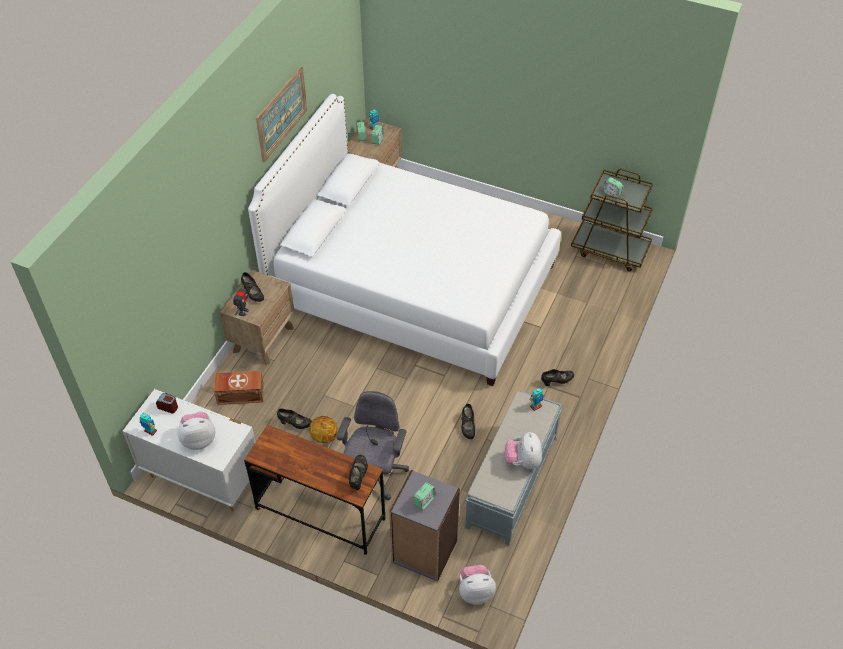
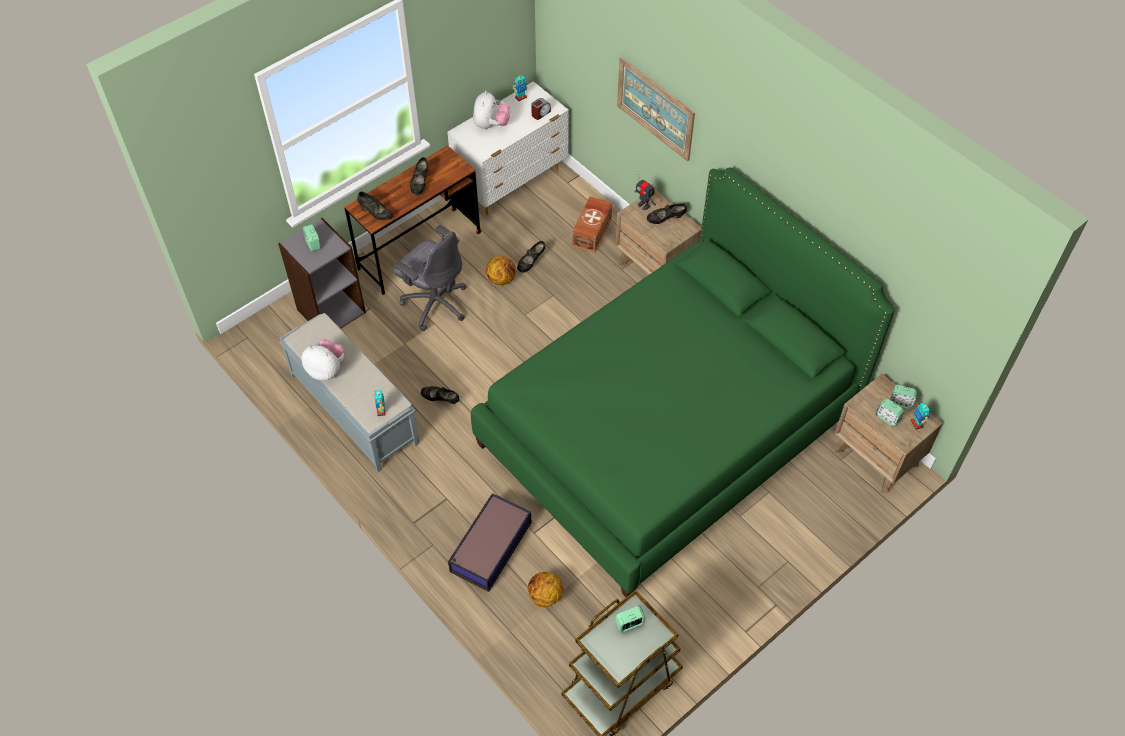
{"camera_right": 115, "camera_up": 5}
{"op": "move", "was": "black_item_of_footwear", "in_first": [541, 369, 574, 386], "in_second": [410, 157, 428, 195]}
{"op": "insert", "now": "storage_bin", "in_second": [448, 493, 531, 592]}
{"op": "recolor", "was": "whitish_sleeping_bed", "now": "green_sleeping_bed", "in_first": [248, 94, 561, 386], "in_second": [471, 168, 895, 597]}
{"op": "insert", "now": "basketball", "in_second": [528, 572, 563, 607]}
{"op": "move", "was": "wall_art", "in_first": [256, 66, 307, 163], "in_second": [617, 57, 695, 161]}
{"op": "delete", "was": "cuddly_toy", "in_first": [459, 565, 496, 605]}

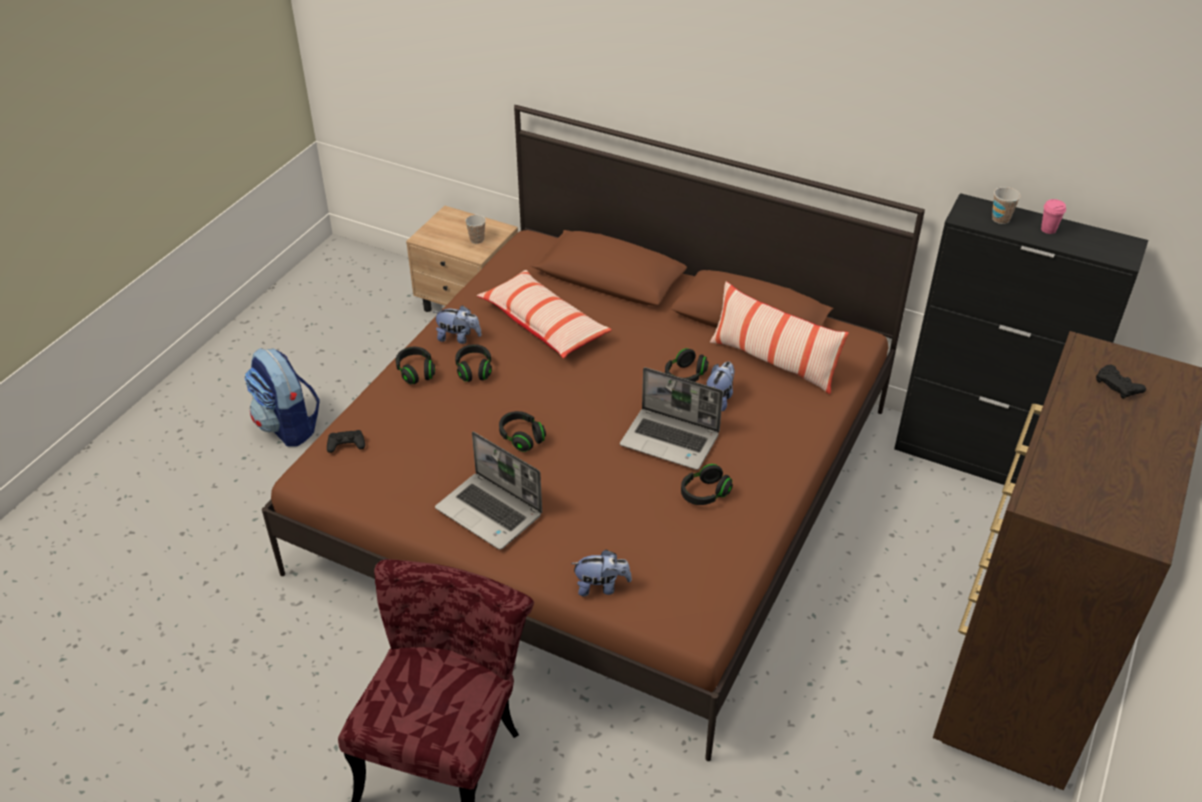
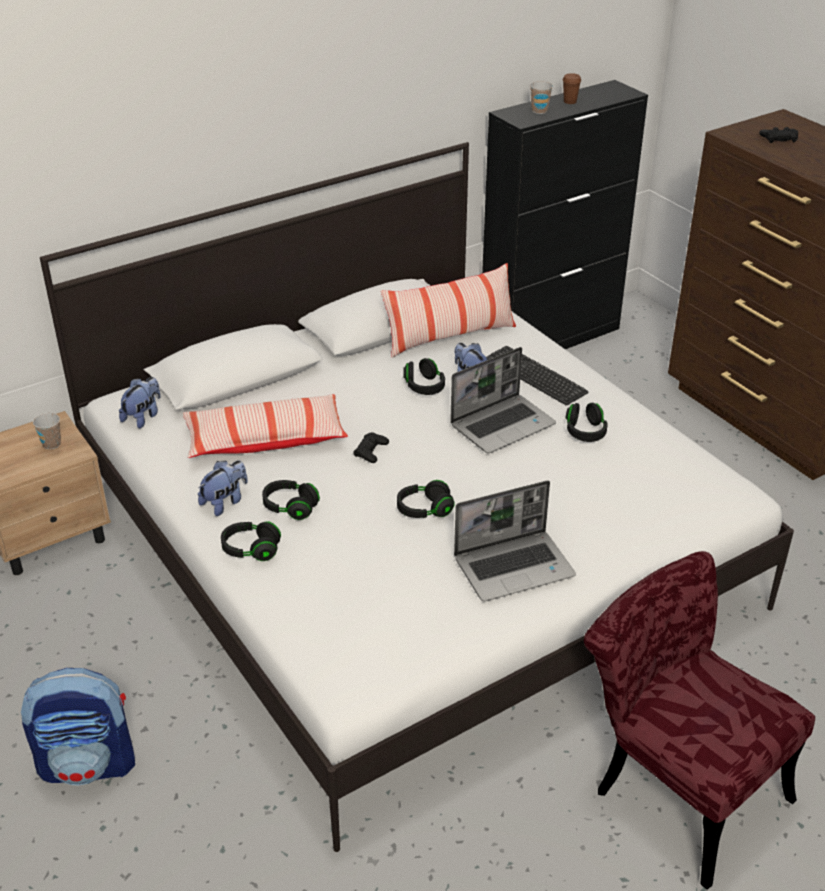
{"camera_right": -60, "camera_up": -5}
{"op": "recolor", "was": "brown-coloured_sleeping_bed", "now": "whitish_sleeping_bed", "in_first": [262, 105, 925, 761], "in_second": [40, 142, 794, 852]}
{"op": "move", "was": "cuddly_toy", "in_first": [571, 549, 632, 596], "in_second": [119, 377, 160, 429]}
{"op": "move", "was": "black_game_controller", "in_first": [327, 430, 365, 453], "in_second": [353, 432, 389, 463]}
{"op": "insert", "now": "PC_keyboard", "in_second": [486, 346, 588, 405]}
{"op": "recolor", "was": "pink-coloured_drinking_cup", "now": "brown-coloured_drinking_cup", "in_first": [1041, 199, 1066, 234], "in_second": [563, 73, 581, 104]}

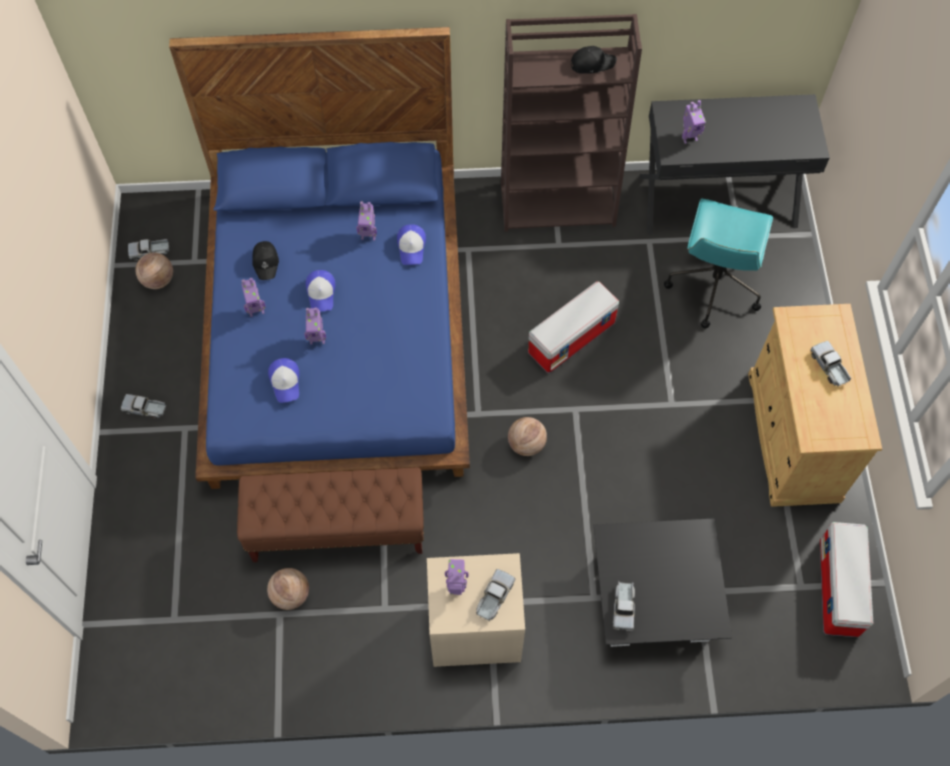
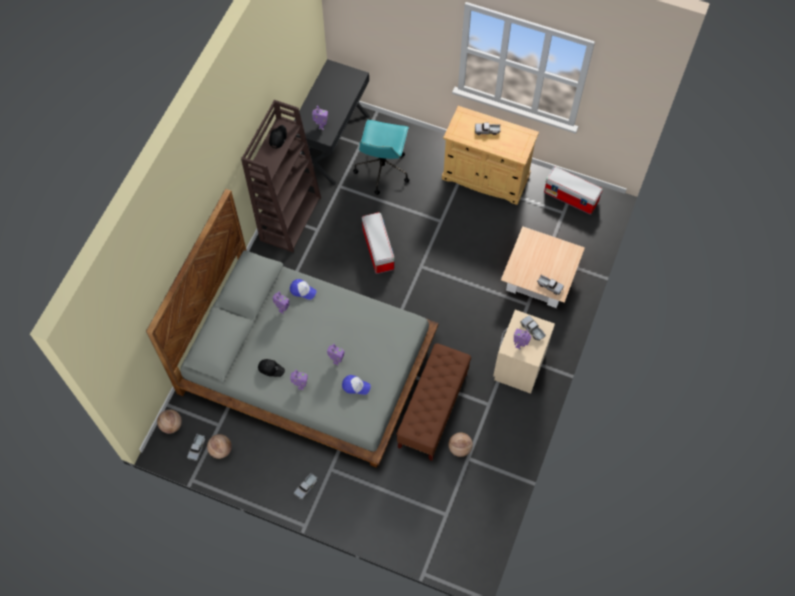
{"camera_right": -65, "camera_up": 0}
{"op": "recolor", "was": "blue-coloured_sleeping_bed", "now": "gray_sleeping_bed", "in_first": [169, 27, 470, 489], "in_second": [146, 189, 439, 468]}
{"op": "move", "was": "basketball", "in_first": [508, 417, 547, 456], "in_second": [157, 409, 182, 434]}
{"op": "rotate", "was": "blue-green_office_chair", "in_first": [664, 198, 773, 329], "in_second": [353, 120, 410, 195], "clockwise": 60}
{"op": "recolor", "was": "black_low_table", "now": "beige_low_table", "in_first": [593, 518, 732, 647], "in_second": [501, 226, 585, 308]}
{"op": "delete", "was": "peaked_cap", "in_first": [306, 270, 335, 312]}

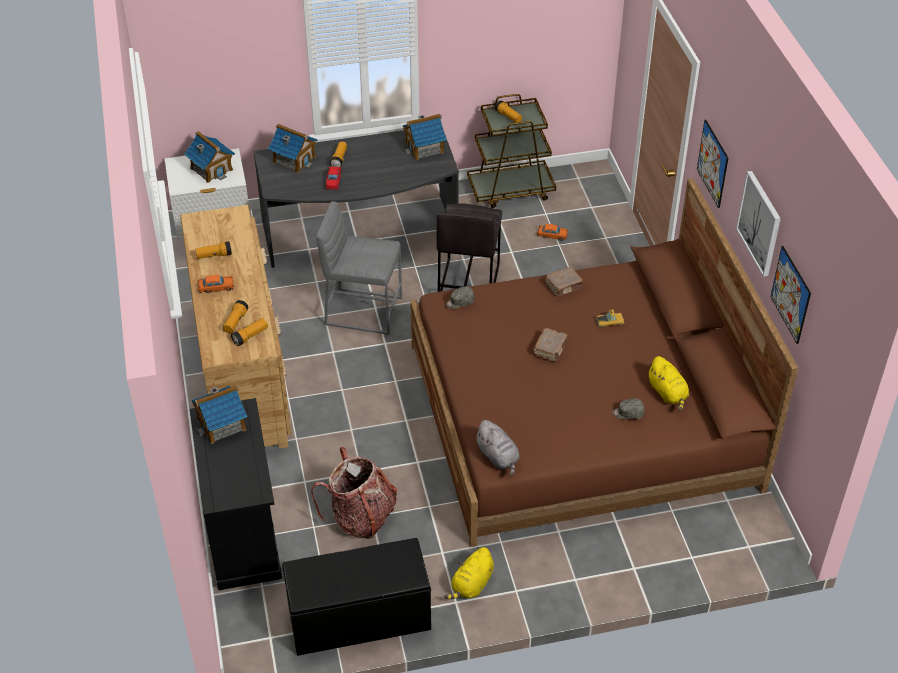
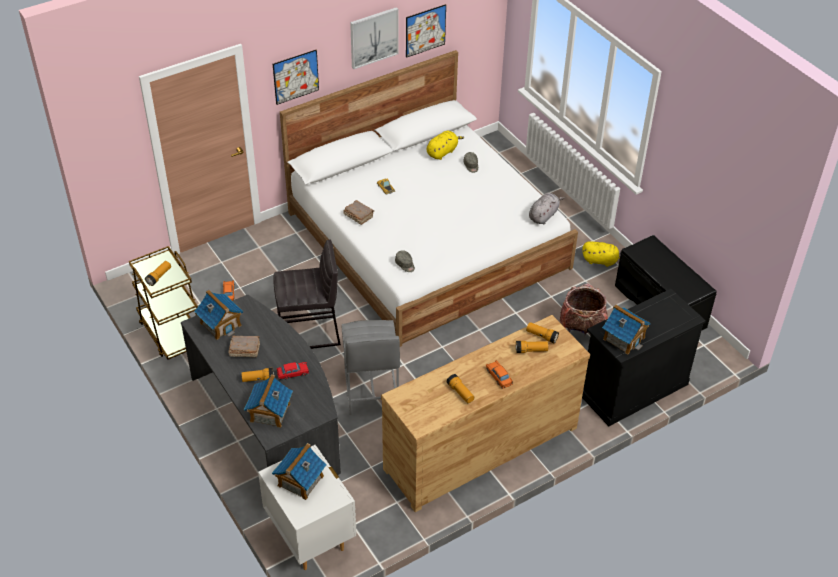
{"camera_right": -110, "camera_up": 0}
{"op": "move", "was": "brown-coloured_volume", "in_first": [534, 328, 568, 361], "in_second": [228, 336, 260, 357]}
{"op": "recolor", "was": "brown-coloured_sleeping_bed", "now": "whitish_sleeping_bed", "in_first": [410, 179, 798, 547], "in_second": [280, 50, 578, 347]}

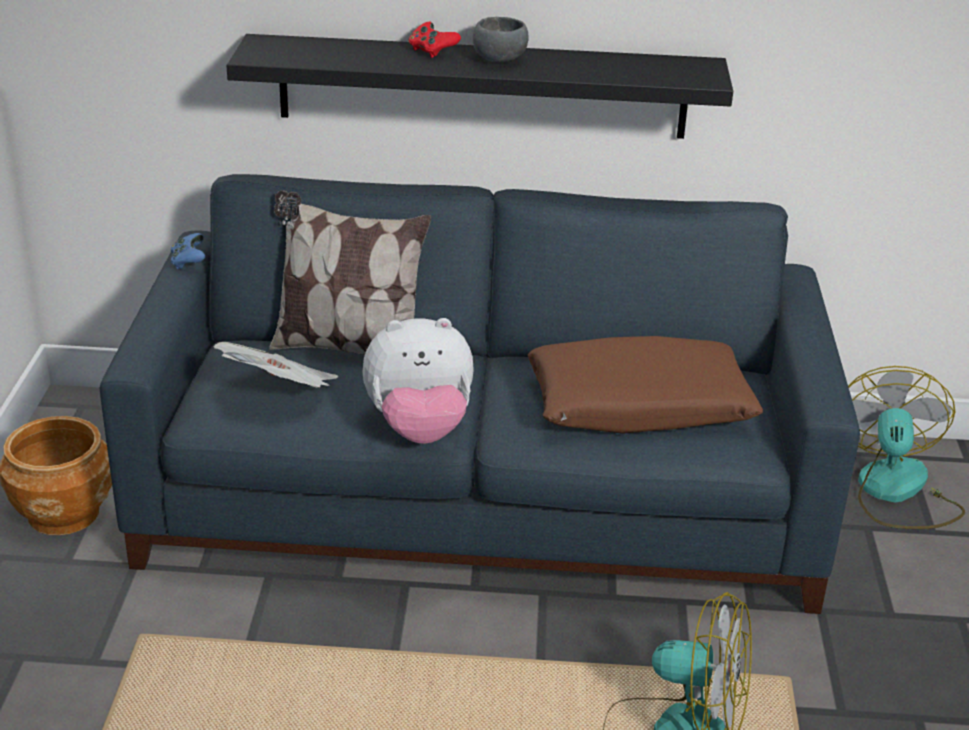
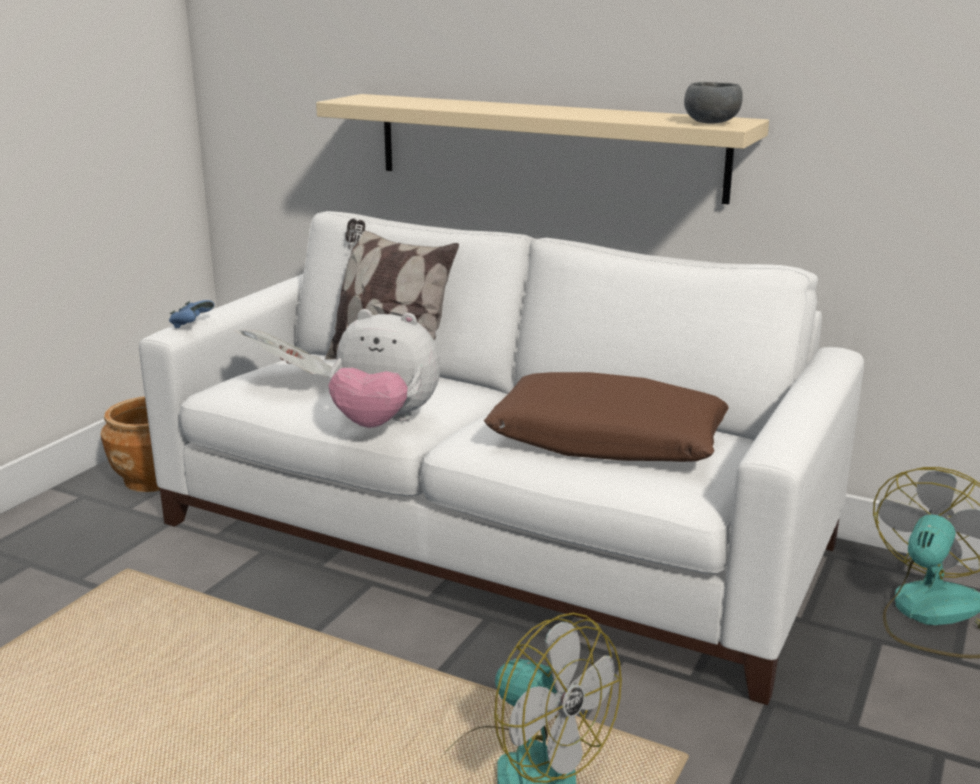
{"camera_right": 25, "camera_up": -10}
{"op": "recolor", "was": "blue-coloured_sofa", "now": "whitish_sofa", "in_first": [100, 174, 860, 614], "in_second": [139, 211, 864, 705]}
{"op": "move", "was": "blue-coloured_game_controller", "in_first": [171, 233, 205, 269], "in_second": [169, 300, 215, 328]}
{"op": "recolor", "was": "black_bracket_shelf", "now": "beige_bracket_shelf", "in_first": [226, 34, 733, 139], "in_second": [316, 94, 769, 204]}
{"op": "move", "was": "gray_serving_bowl", "in_first": [473, 17, 528, 62], "in_second": [684, 82, 743, 123]}
{"op": "delete", "was": "red_game_controller", "in_first": [409, 22, 461, 58]}

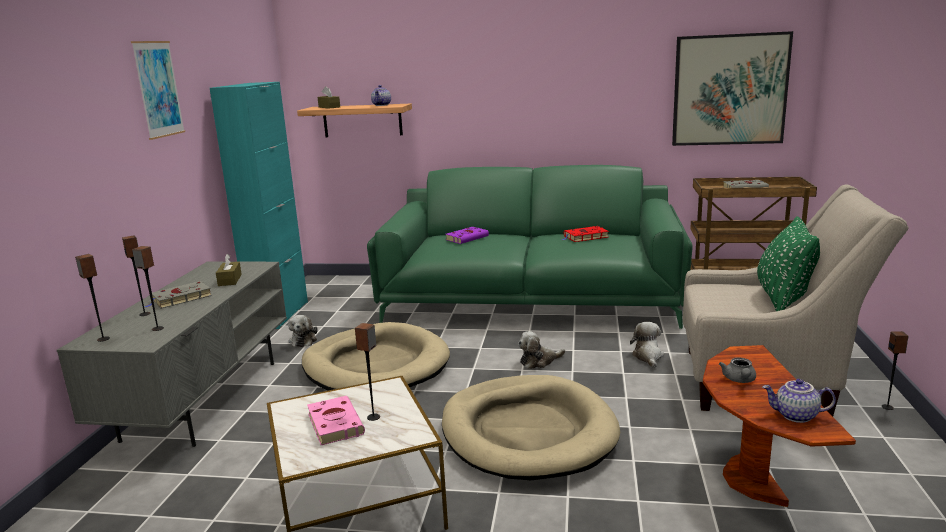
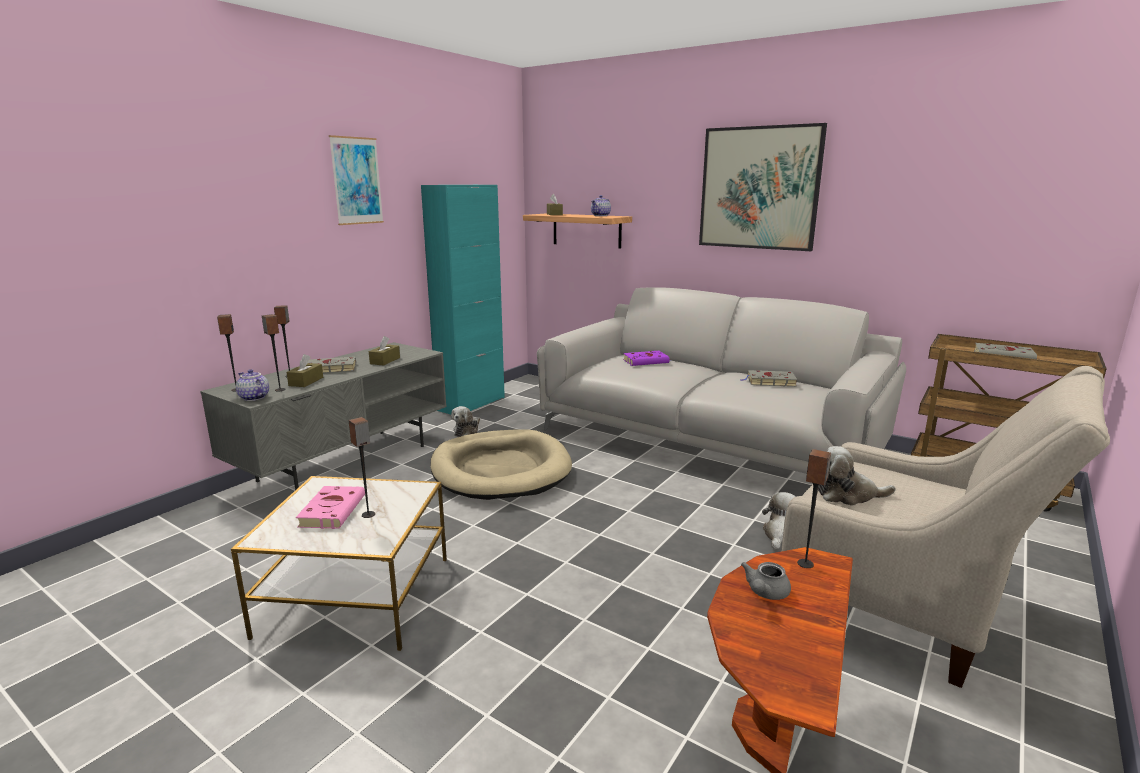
{"camera_right": 25, "camera_up": 0}
{"op": "move", "was": "tea_pot", "in_first": [762, 379, 836, 423], "in_second": [236, 369, 269, 401]}
{"op": "insert", "now": "brown-coloured_tissue_box", "in_second": [287, 354, 323, 387]}
{"op": "recolor", "was": "green_sofa", "now": "gray_sofa", "in_first": [367, 165, 693, 329], "in_second": [537, 287, 906, 474]}
{"op": "move", "was": "wall_art", "in_first": [672, 31, 793, 146], "in_second": [699, 123, 827, 251]}
{"op": "recolor", "was": "red_volume", "now": "gray_volume", "in_first": [561, 226, 609, 242], "in_second": [740, 370, 797, 387]}
{"op": "move", "was": "loudspeaker", "in_first": [882, 331, 909, 410], "in_second": [797, 449, 831, 568]}
{"op": "move", "was": "cuddly_toy", "in_first": [518, 331, 565, 369], "in_second": [818, 446, 896, 506]}
{"op": "delete", "was": "beige_dog_cushion", "in_first": [442, 375, 620, 480]}
{"op": "delete", "was": "green_throw_pillow", "in_first": [757, 216, 820, 311]}

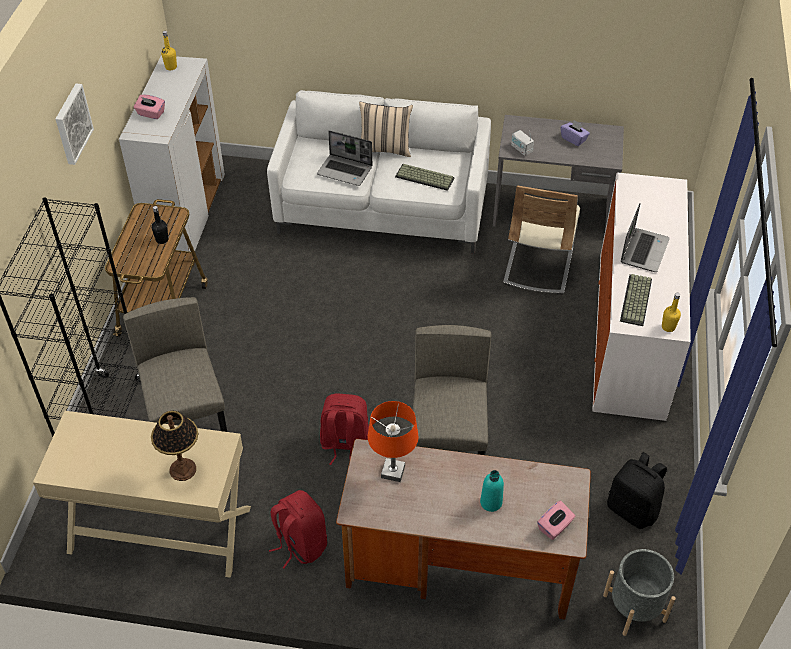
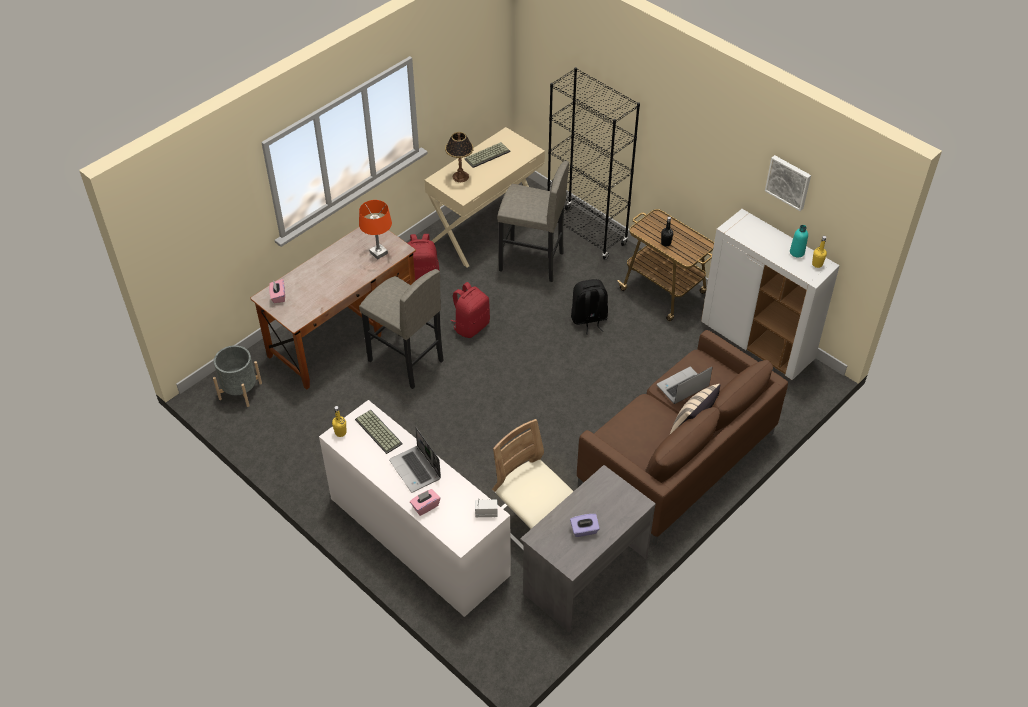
{"camera_right": 125, "camera_up": 0}
{"op": "move", "was": "pink-coloured_tissue_box", "in_first": [134, 94, 165, 119], "in_second": [410, 489, 440, 516]}
{"op": "move", "was": "PC_keyboard", "in_first": [395, 164, 454, 191], "in_second": [465, 142, 510, 168]}
{"op": "move", "was": "radio_receiver", "in_first": [511, 130, 534, 156], "in_second": [475, 498, 497, 518]}
{"op": "move", "was": "black_backpack", "in_first": [607, 452, 667, 529], "in_second": [571, 279, 608, 334]}
{"op": "recolor", "was": "whitish_sofa", "now": "brown-coloured_sofa", "in_first": [267, 90, 491, 254], "in_second": [577, 330, 788, 545]}
{"op": "move", "was": "wall_art", "in_first": [56, 84, 94, 165], "in_second": [765, 155, 811, 211]}
{"op": "move", "was": "blue-green_bottle", "in_first": [480, 470, 504, 512], "in_second": [790, 225, 808, 257]}

